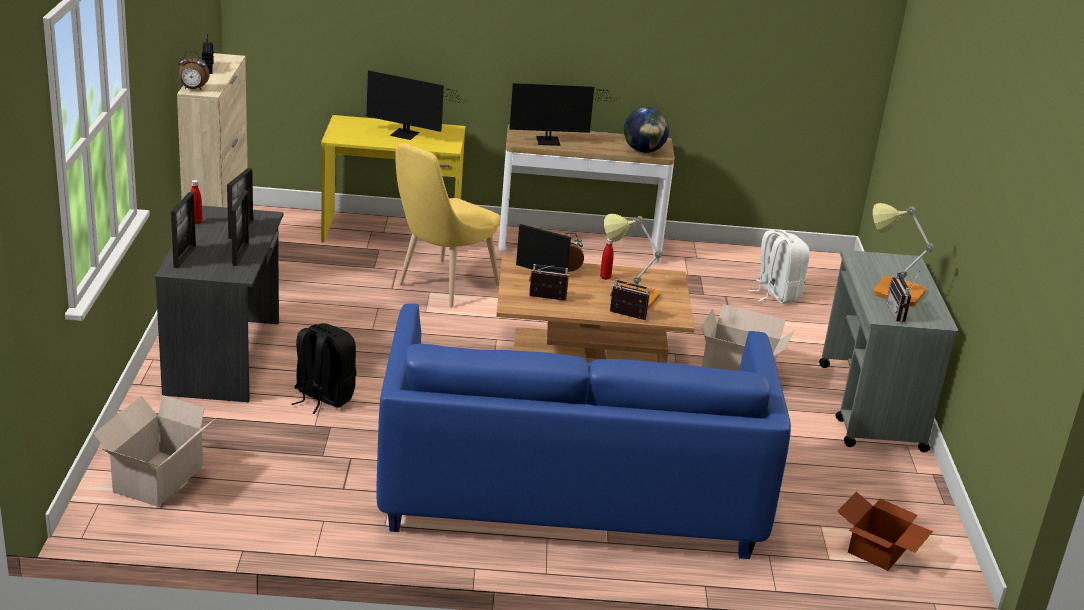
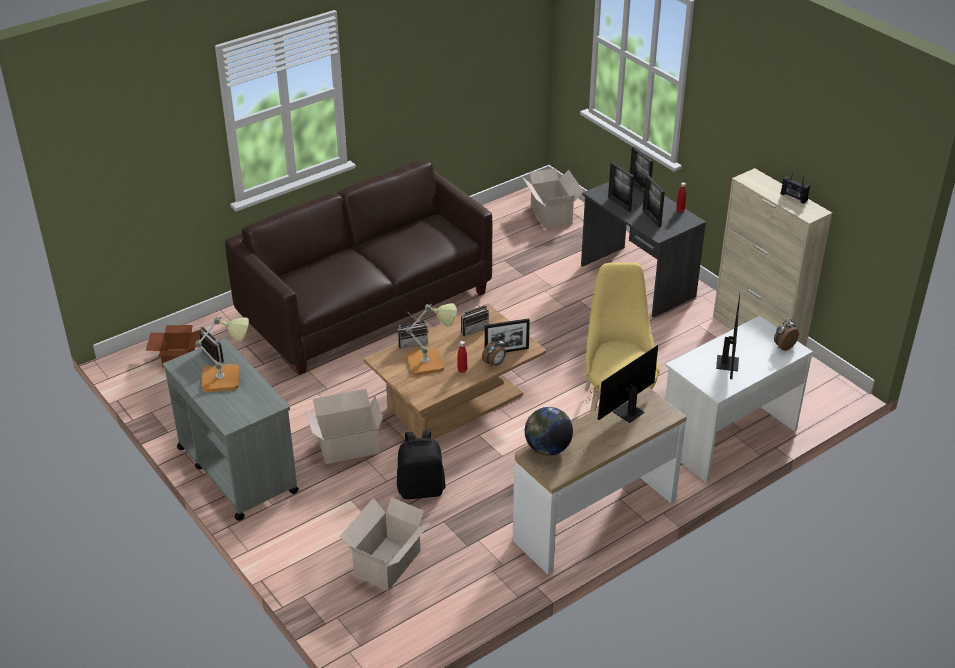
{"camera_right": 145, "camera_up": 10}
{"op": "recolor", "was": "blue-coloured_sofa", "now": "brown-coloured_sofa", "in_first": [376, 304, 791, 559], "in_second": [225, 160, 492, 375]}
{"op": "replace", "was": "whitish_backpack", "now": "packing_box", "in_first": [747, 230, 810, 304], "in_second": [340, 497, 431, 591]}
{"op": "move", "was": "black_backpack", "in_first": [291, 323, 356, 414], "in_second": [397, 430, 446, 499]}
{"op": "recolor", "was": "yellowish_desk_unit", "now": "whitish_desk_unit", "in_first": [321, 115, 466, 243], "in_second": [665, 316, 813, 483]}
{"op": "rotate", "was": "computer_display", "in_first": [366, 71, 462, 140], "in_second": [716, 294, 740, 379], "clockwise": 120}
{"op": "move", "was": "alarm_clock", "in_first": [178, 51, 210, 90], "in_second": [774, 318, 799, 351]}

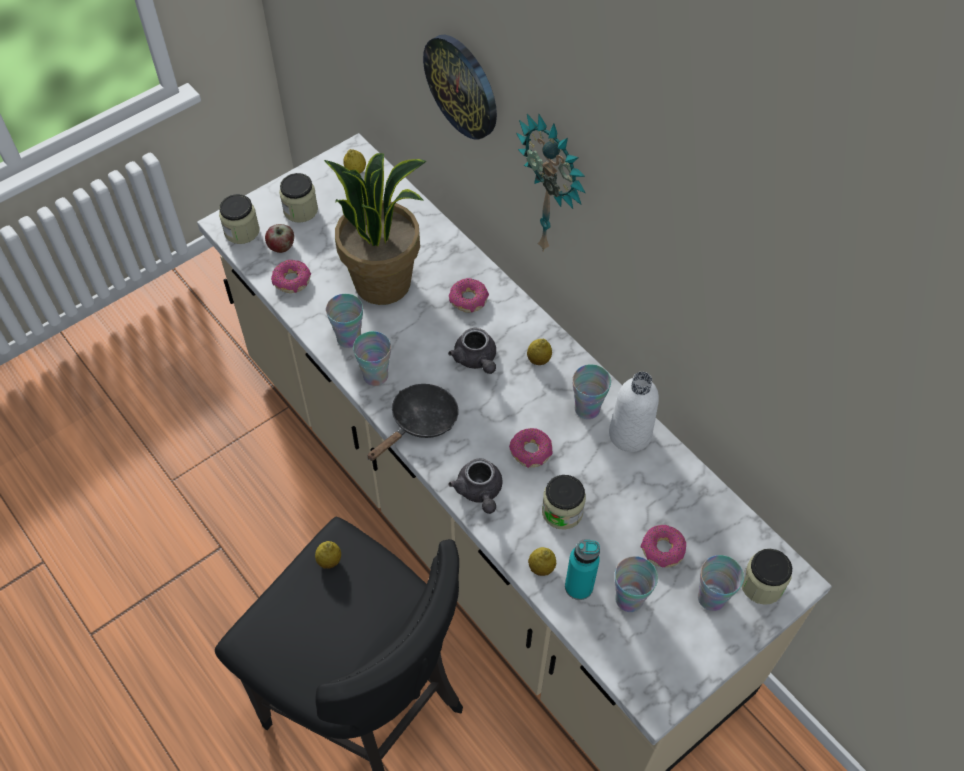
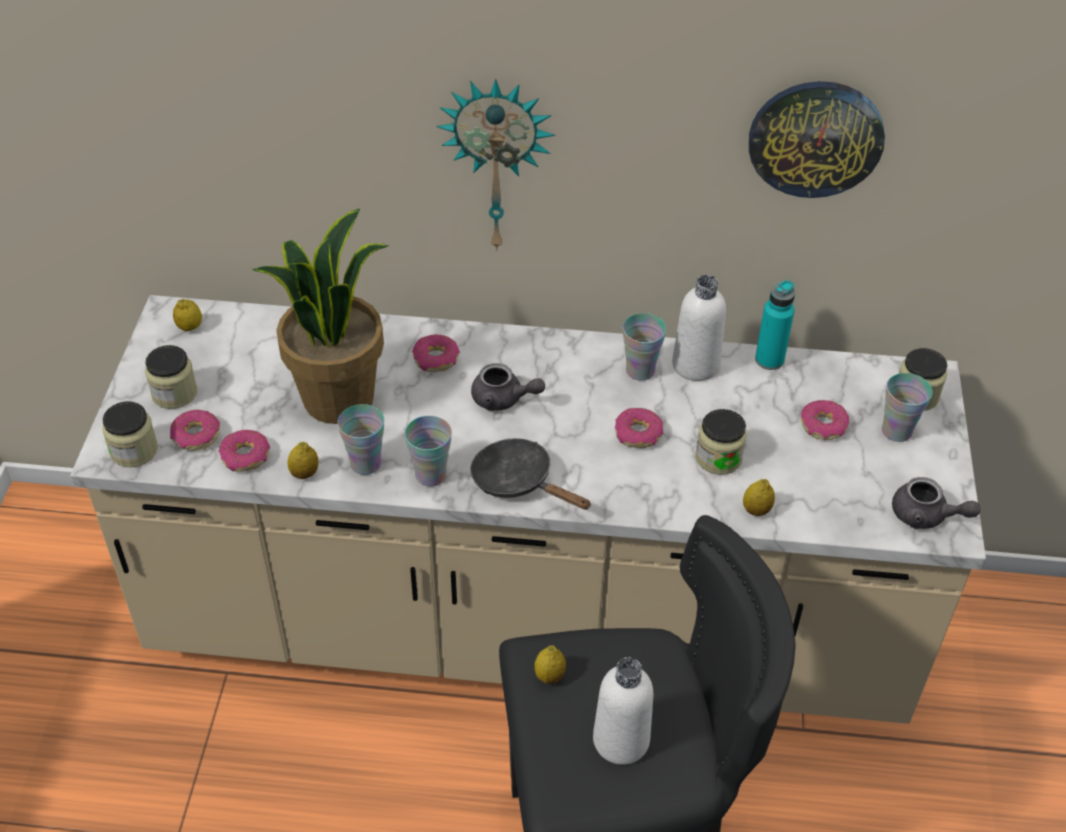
{"camera_right": -45, "camera_up": -10}
{"op": "replace", "was": "apple", "now": "ring_doughnut", "in_first": [265, 224, 294, 253], "in_second": [170, 410, 220, 451]}
{"op": "move", "was": "whole_lemon", "in_first": [527, 338, 552, 365], "in_second": [288, 442, 318, 479]}
{"op": "rotate", "was": "black_frying_pan", "in_first": [367, 384, 459, 461], "in_second": [470, 438, 591, 510], "clockwise": -45}
{"op": "insert", "now": "whitish_bottle", "in_second": [593, 657, 653, 765]}
{"op": "move", "was": "clock_on_the_wall", "in_first": [423, 35, 497, 140], "in_second": [749, 81, 885, 198]}
{"op": "move", "was": "blue-green_bottle", "in_first": [565, 539, 600, 600], "in_second": [755, 280, 795, 370]}
{"op": "move", "was": "gray_tea_pot", "in_first": [448, 459, 503, 514], "in_second": [892, 477, 980, 529]}
{"op": "delete", "was": "drinking_cup", "in_first": [615, 556, 658, 612]}

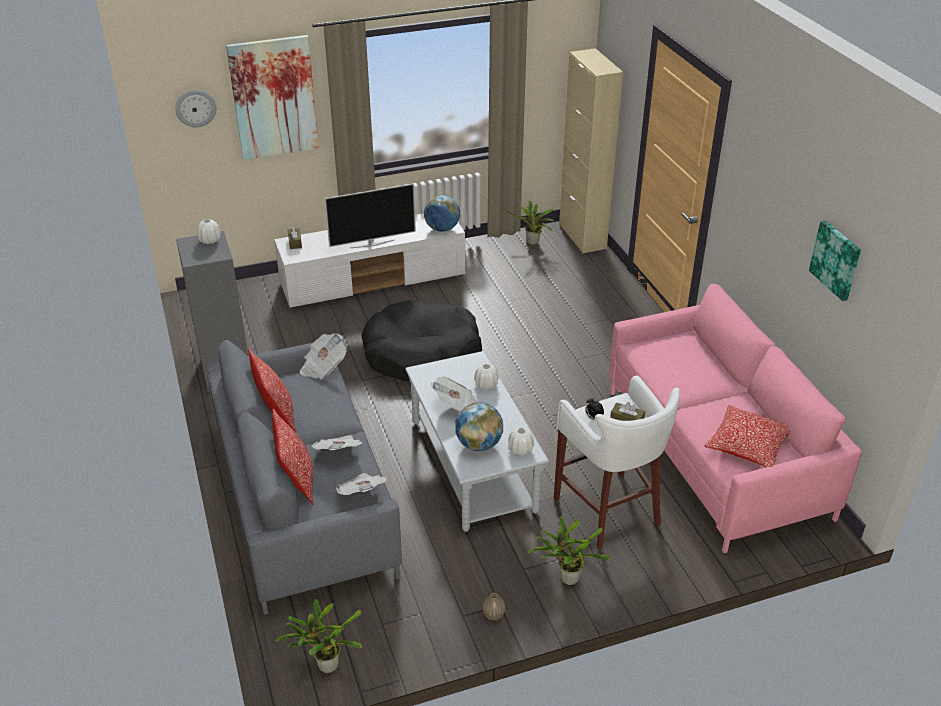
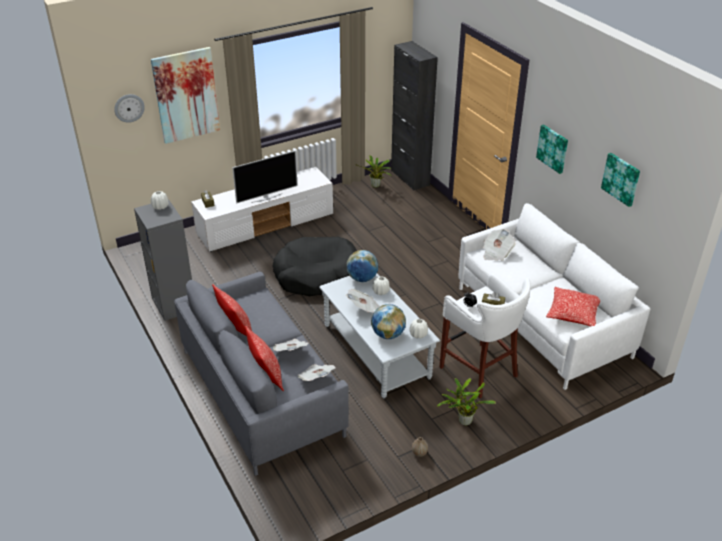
{"camera_right": -10, "camera_up": 0}
{"op": "move", "was": "globe", "in_first": [424, 195, 460, 232], "in_second": [347, 250, 378, 282]}
{"op": "recolor", "was": "beige_cabinet", "now": "black_cabinet", "in_first": [559, 48, 623, 253], "in_second": [391, 41, 438, 190]}
{"op": "recolor", "was": "pink-coloured_sofa", "now": "whitish_sofa", "in_first": [609, 284, 862, 553], "in_second": [458, 203, 651, 390]}
{"op": "move", "was": "daily_paper", "in_first": [299, 334, 346, 379], "in_second": [483, 229, 515, 261]}
{"op": "insert", "now": "wall_art", "in_second": [536, 125, 568, 174]}
{"op": "delete", "was": "plant_in_a_pot", "in_first": [275, 599, 362, 673]}

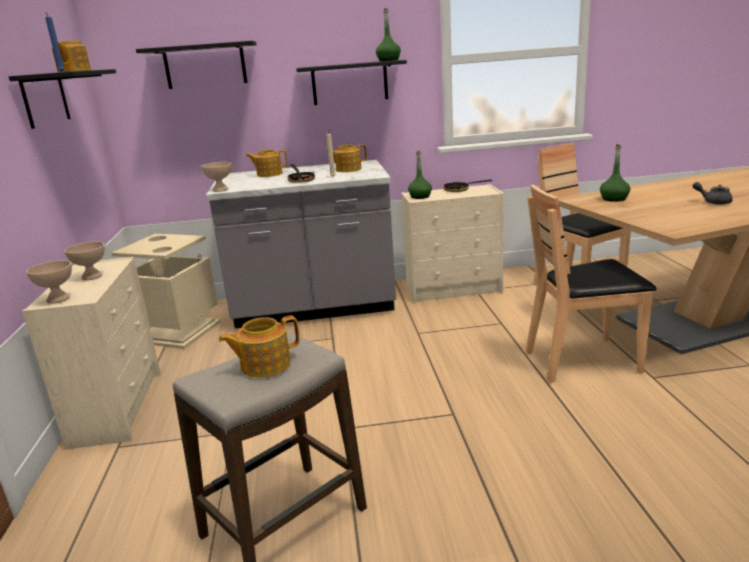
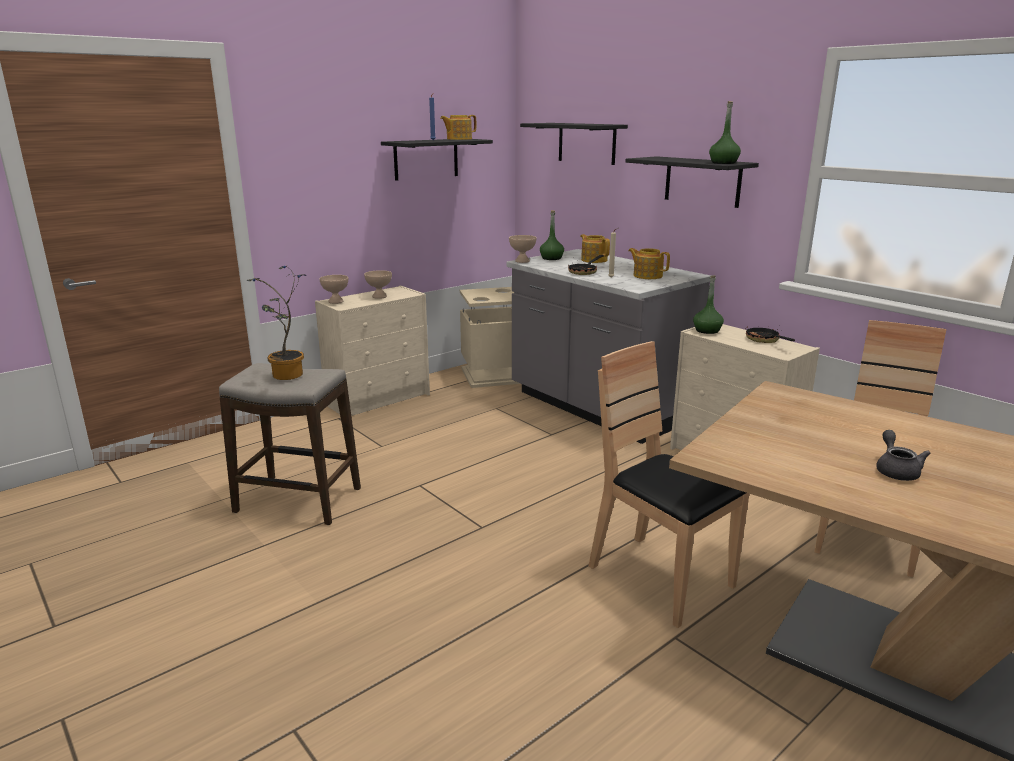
{"camera_right": 55, "camera_up": 0}
{"op": "replace", "was": "tea_pot", "now": "plant_in_a_pot", "in_first": [219, 316, 300, 377], "in_second": [247, 266, 306, 380]}
{"op": "move", "was": "green_bottle", "in_first": [600, 144, 630, 202], "in_second": [540, 210, 564, 260]}

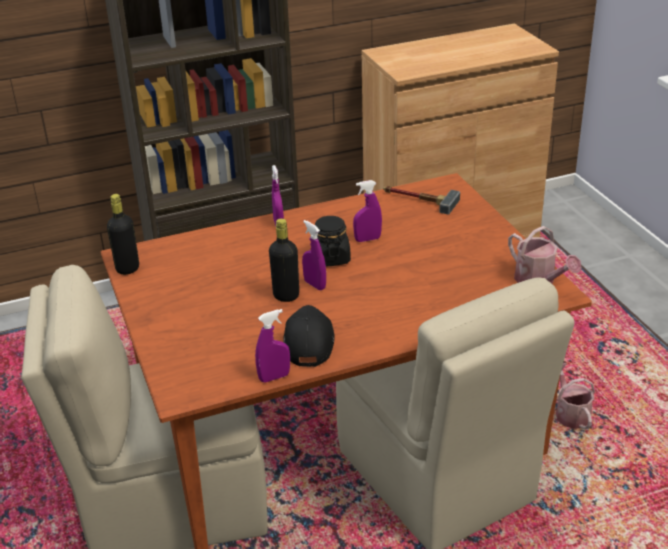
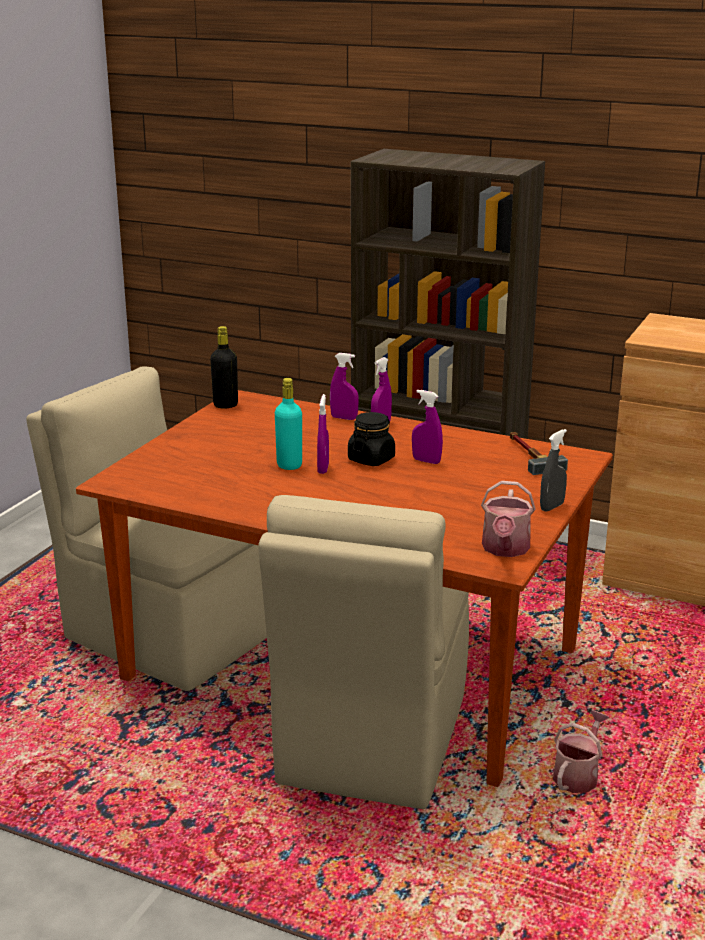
{"camera_right": 45, "camera_up": -10}
{"op": "recolor", "was": "black_bottle", "now": "blue-green_bottle", "in_first": [269, 218, 299, 302], "in_second": [275, 378, 302, 470]}
{"op": "move", "was": "purple_spray_bottle", "in_first": [255, 309, 290, 382], "in_second": [330, 353, 359, 420]}
{"op": "insert", "now": "gray_spray_bottle", "in_second": [540, 429, 567, 512]}
{"op": "delete", "was": "black_peaked_cap", "in_first": [283, 305, 335, 367]}

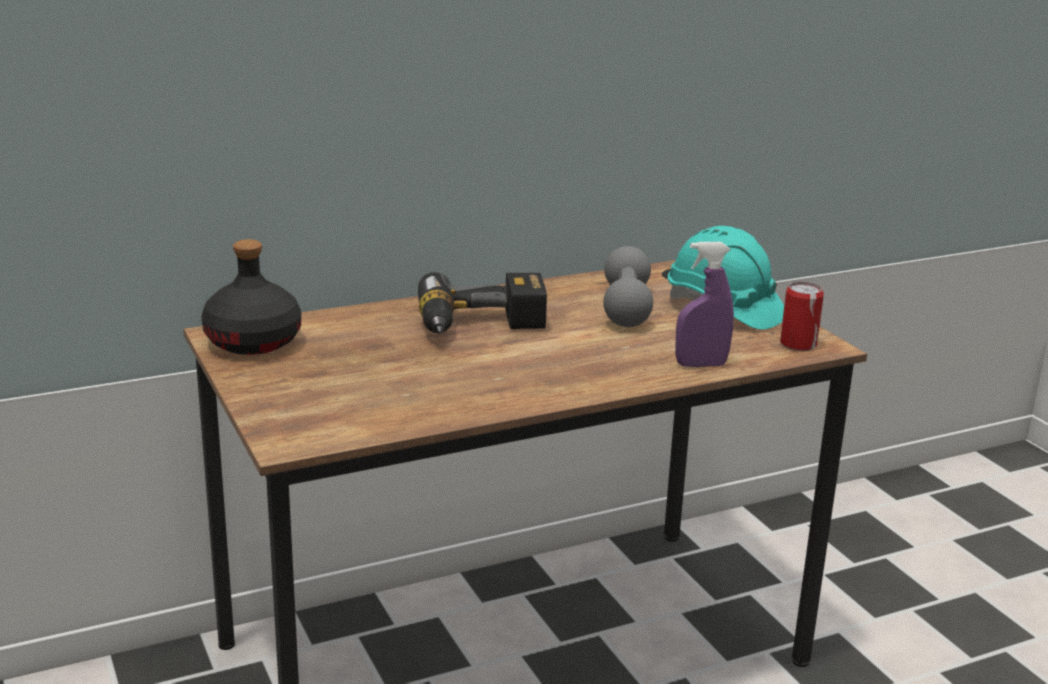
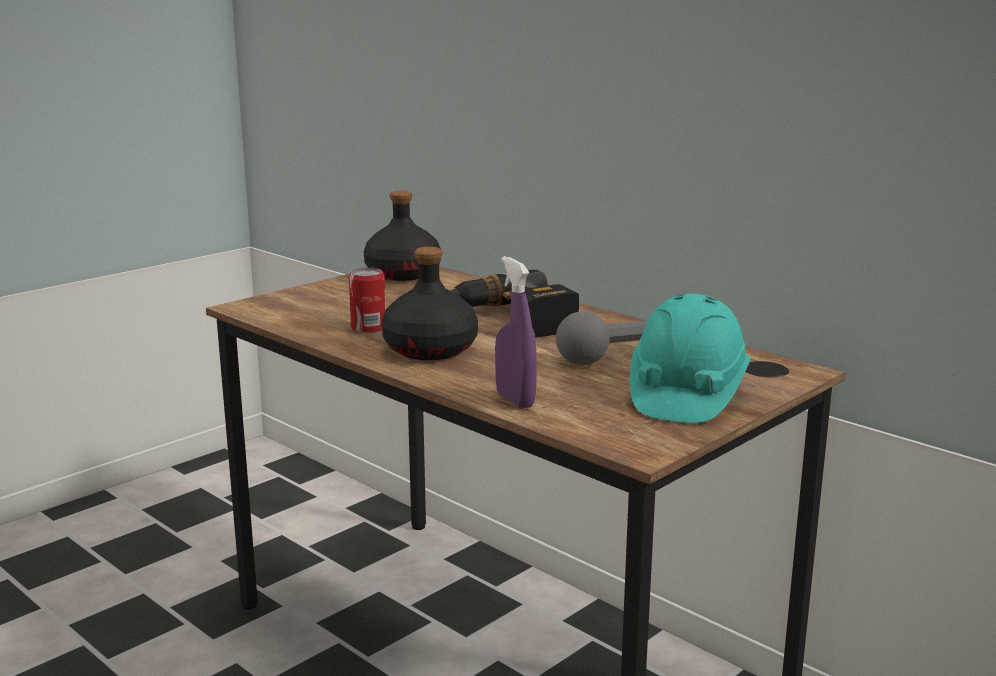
{"camera_right": 70, "camera_up": -5}
{"op": "move", "was": "sealed_can", "in_first": [780, 282, 824, 351], "in_second": [349, 268, 386, 333]}
{"op": "insert", "now": "black_bottle", "in_second": [381, 247, 478, 360]}

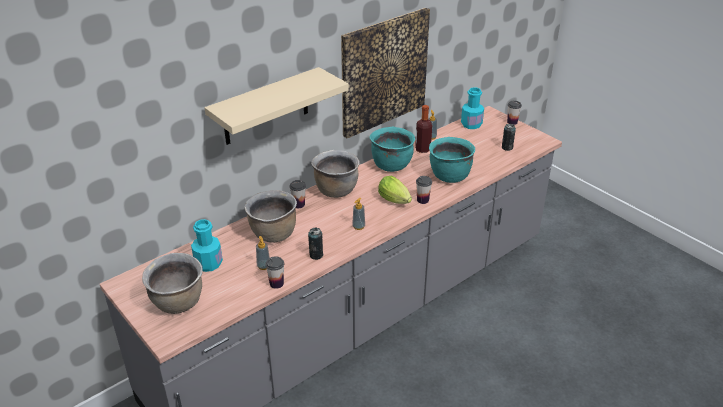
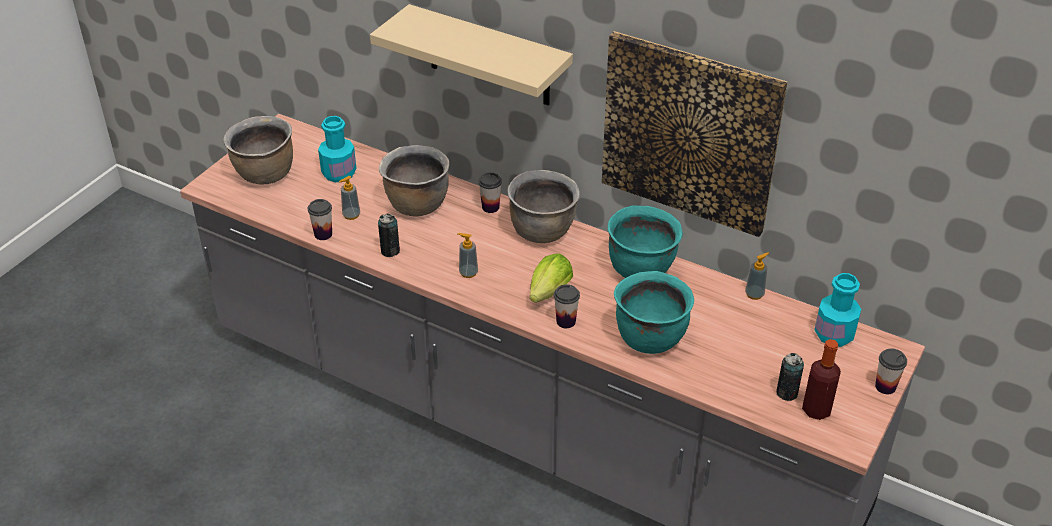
{"camera_right": 70, "camera_up": 5}
{"op": "move", "was": "bottle", "in_first": [415, 105, 432, 153], "in_second": [802, 339, 841, 420]}

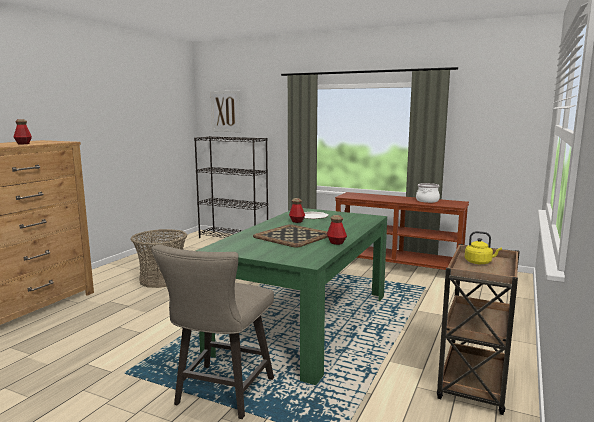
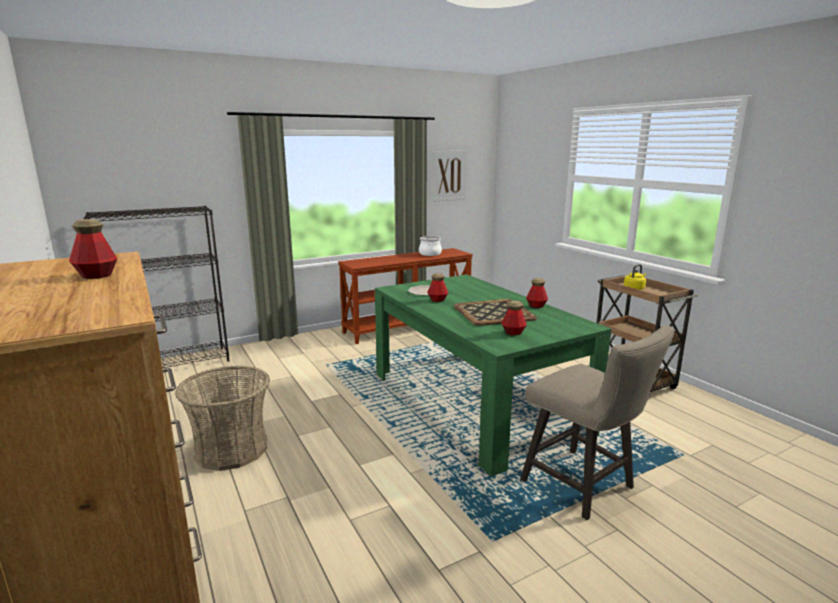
{"camera_right": -55, "camera_up": 5}
{"op": "move", "was": "wall_art", "in_first": [211, 91, 240, 132], "in_second": [432, 151, 467, 202]}
{"op": "insert", "now": "bottle", "in_second": [502, 301, 527, 335]}

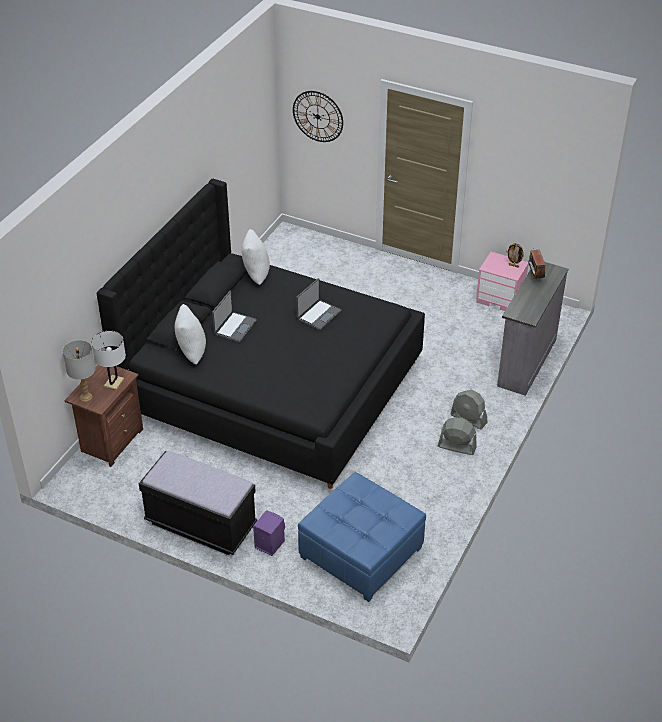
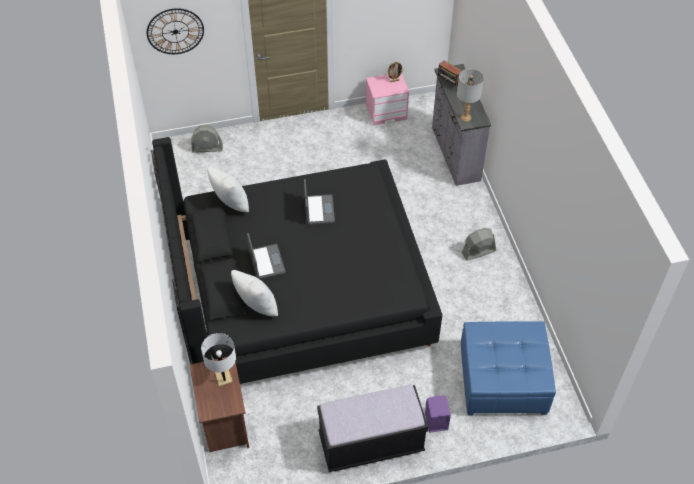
{"camera_right": -40, "camera_up": 10}
{"op": "move", "was": "gray_cooling_fan", "in_first": [451, 390, 488, 430], "in_second": [191, 125, 223, 153]}
{"op": "move", "was": "gray_table_lamp", "in_first": [63, 340, 95, 402], "in_second": [457, 69, 484, 122]}

